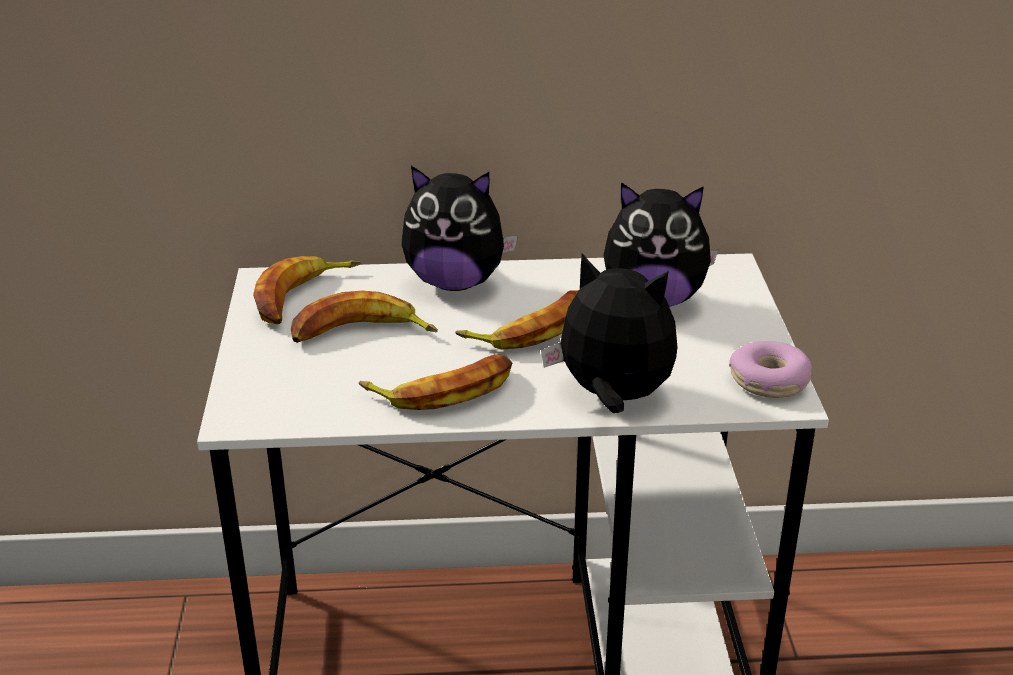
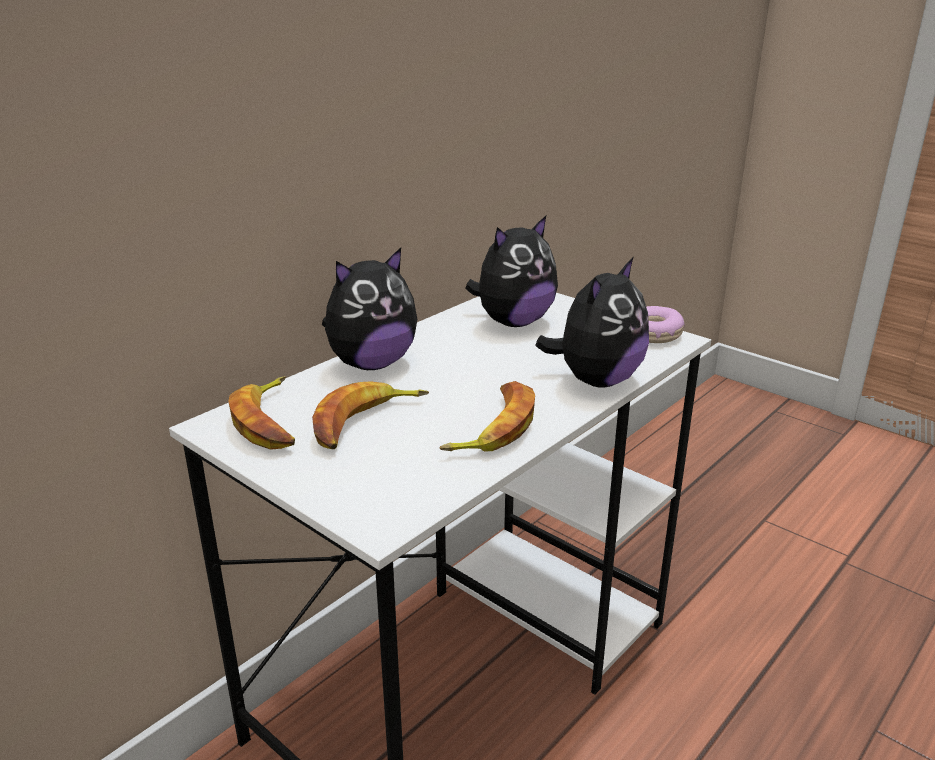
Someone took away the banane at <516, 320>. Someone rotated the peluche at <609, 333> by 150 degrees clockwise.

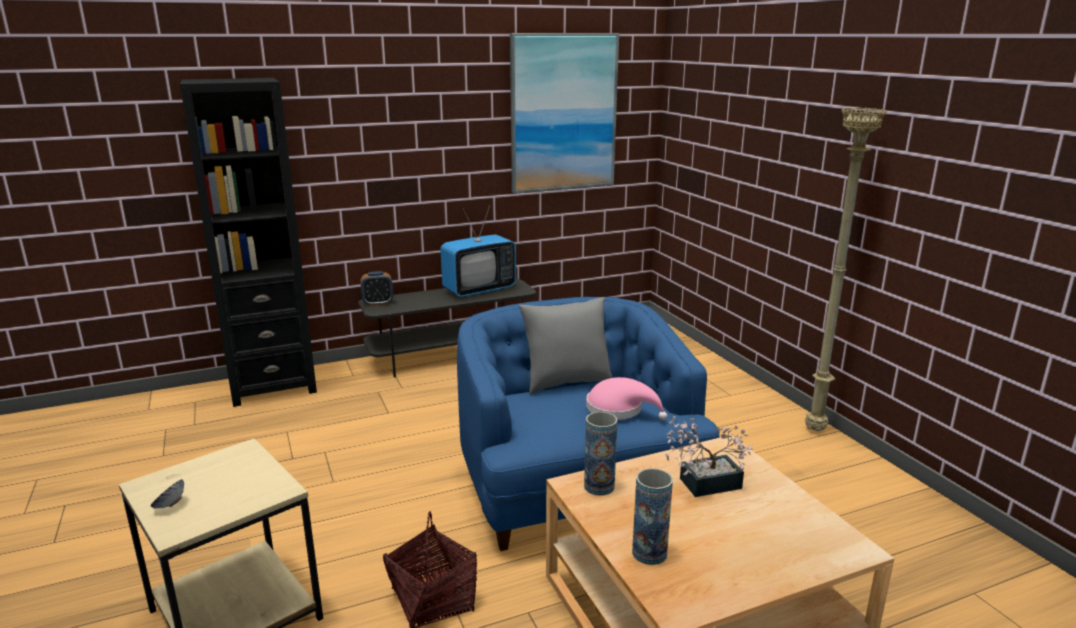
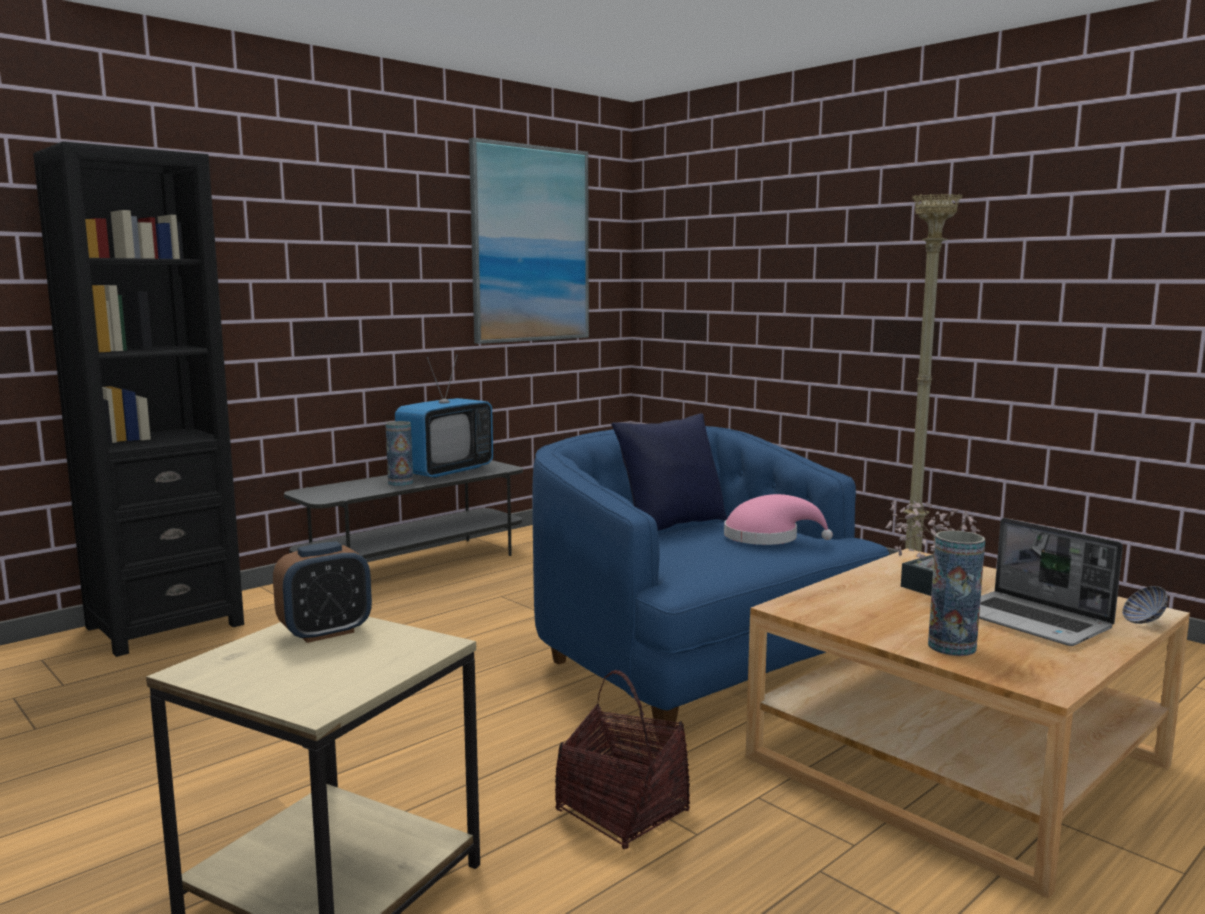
Someone carried the bol from <167, 493> to <1145, 605>. Someone carried the réveil from <376, 288> to <322, 592>. Someone repainted the coussin (gris) at <566, 345>, which became the coussin (bleu) at <669, 472>. Someone carried the vase from <600, 453> to <399, 453>. Someone put down the ordinateur portable at <1051, 582>.

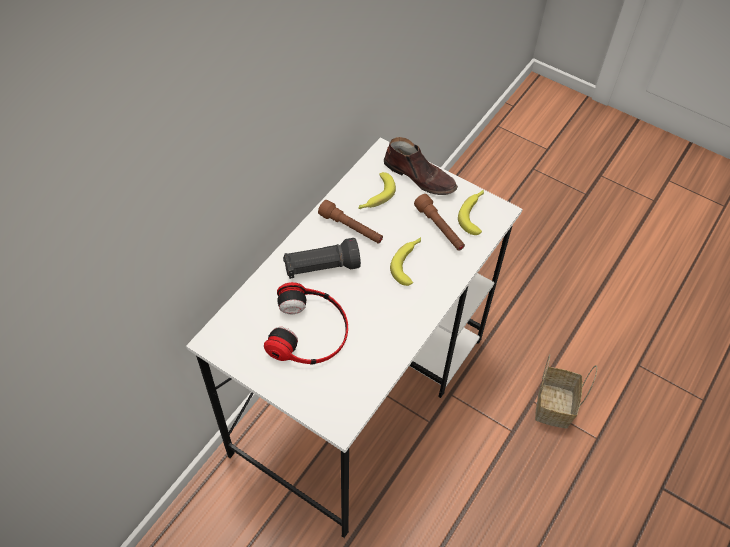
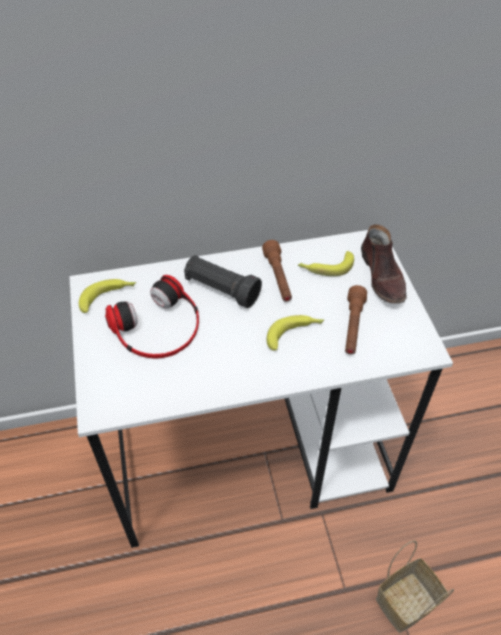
Someone carried the banane from <471, 212> to <107, 296>.

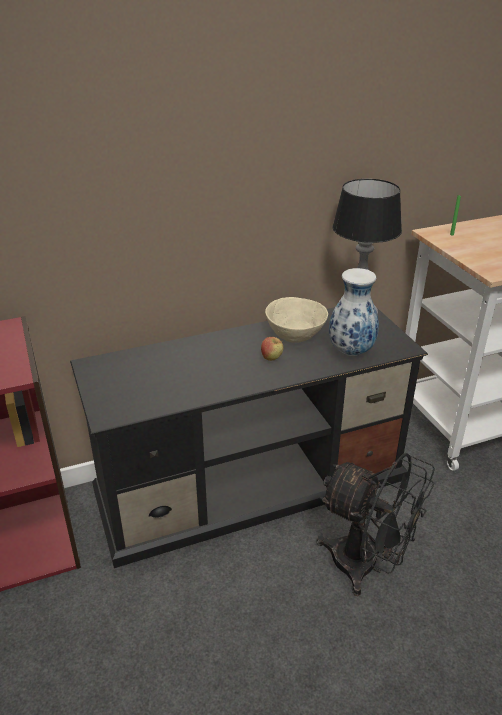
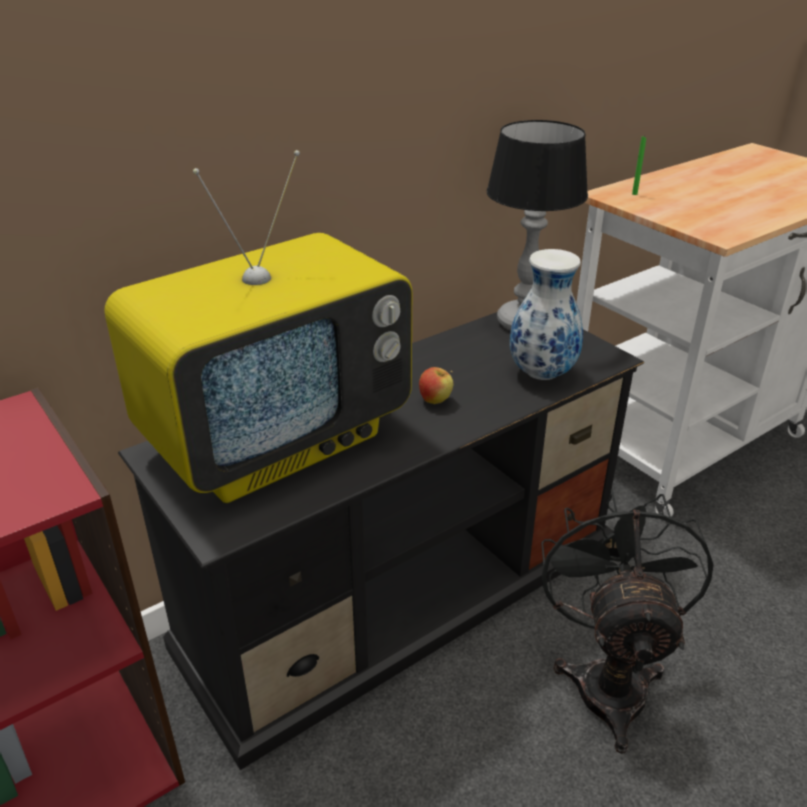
Someone took away the bol (beige) at <296, 320>. Someone rotated the ventilateur (noir) at <376, 524> by 105 degrees counterclockwise. Someone put down the téléviseur at <258, 326>.

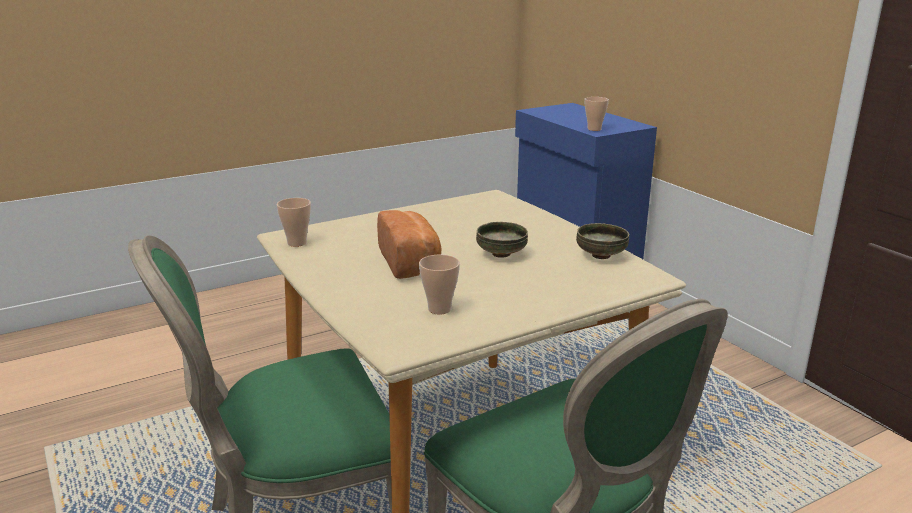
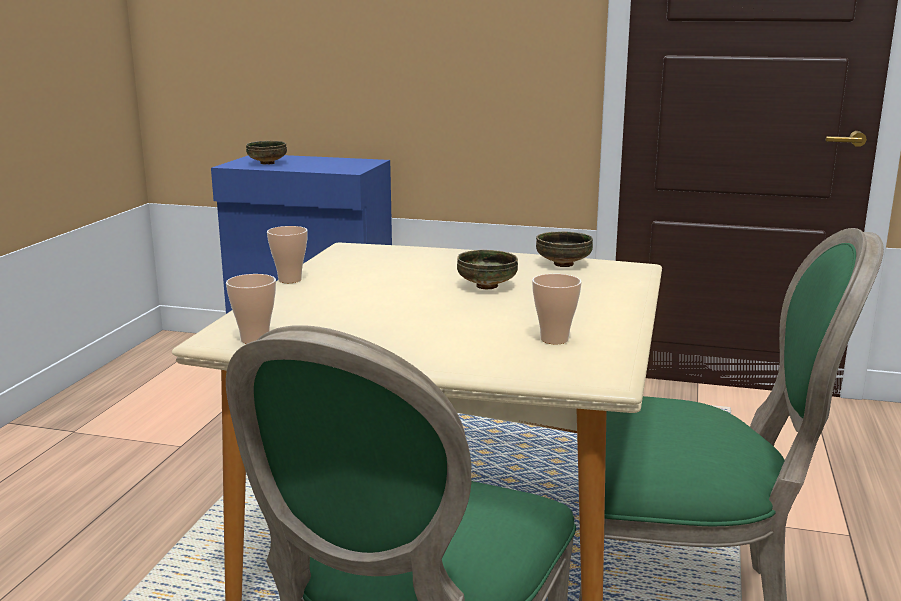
Someone took away the pain at <409, 244>. Someone carried the tasse from <597, 114> to <287, 254>. Someone put down the bol at <266, 153>.

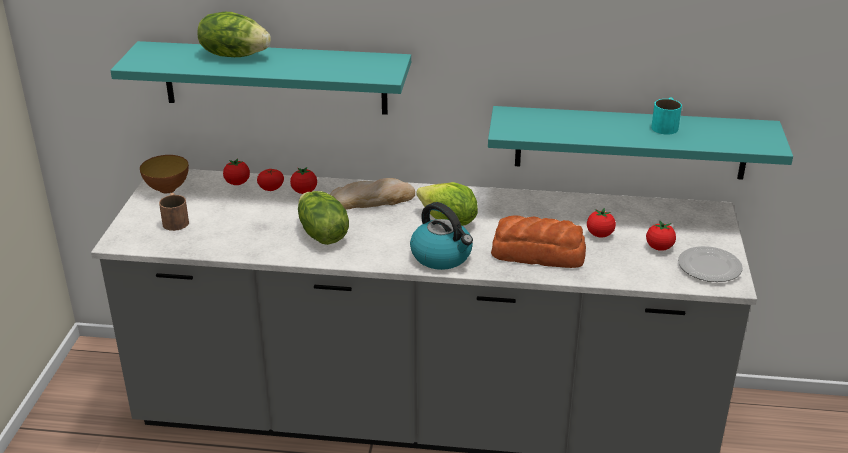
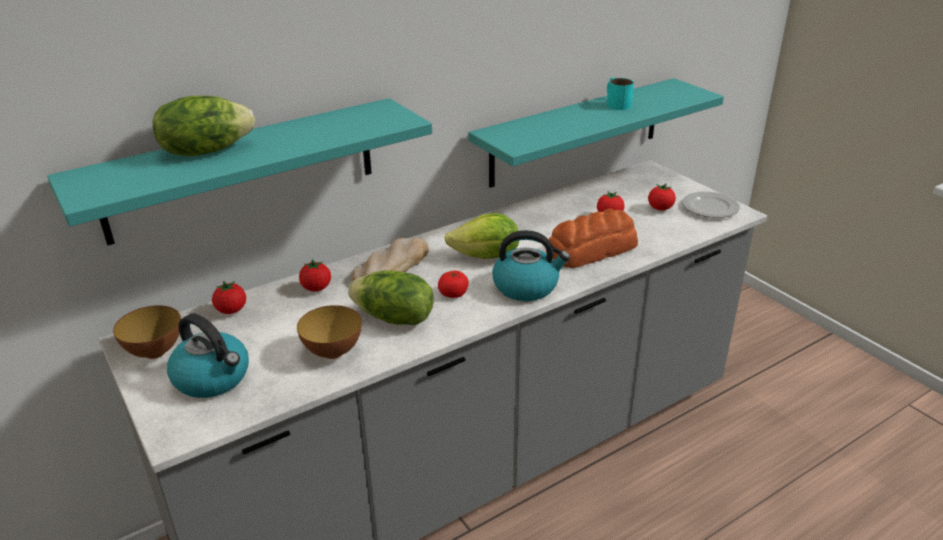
Someone swapped the mug (marron) at <174, 212> for the bouilloire at <208, 355>. Someone carried the tomate from <270, 180> to <453, 284>. Someone put down the bol at <329, 332>.

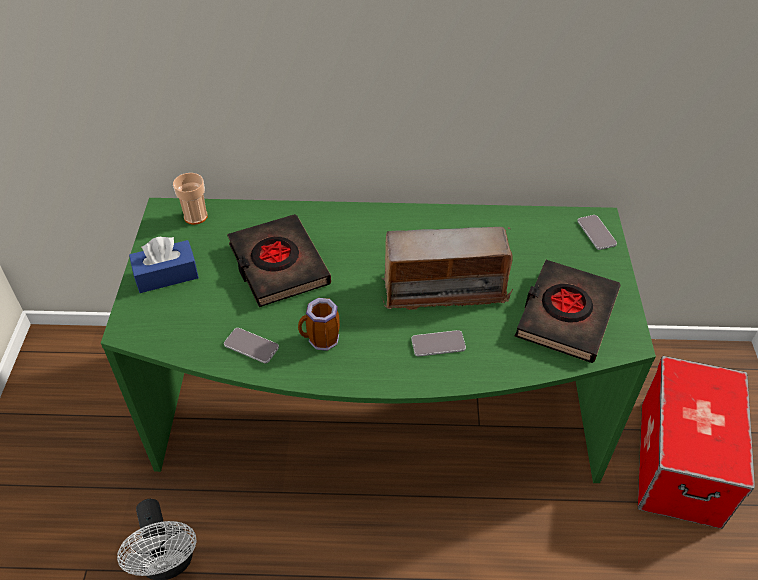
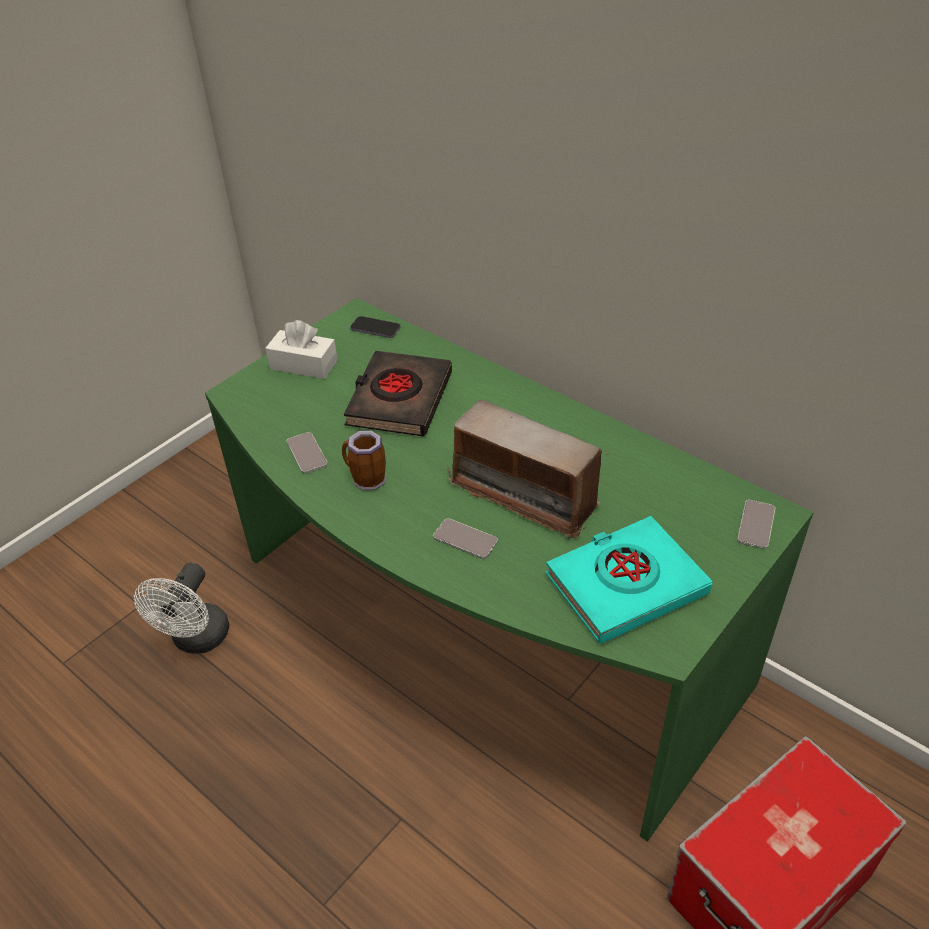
Someone repainted the boîte à mouchoirs (bleu) at <164, 265>, which became the boîte à mouchoirs (blanc) at <302, 349>. Someone swapped the tasse at <190, 199> for the téléphone at <375, 327>. Someone repainted the livre (noir) at <568, 311>, which became the livre (turquoise) at <628, 580>.

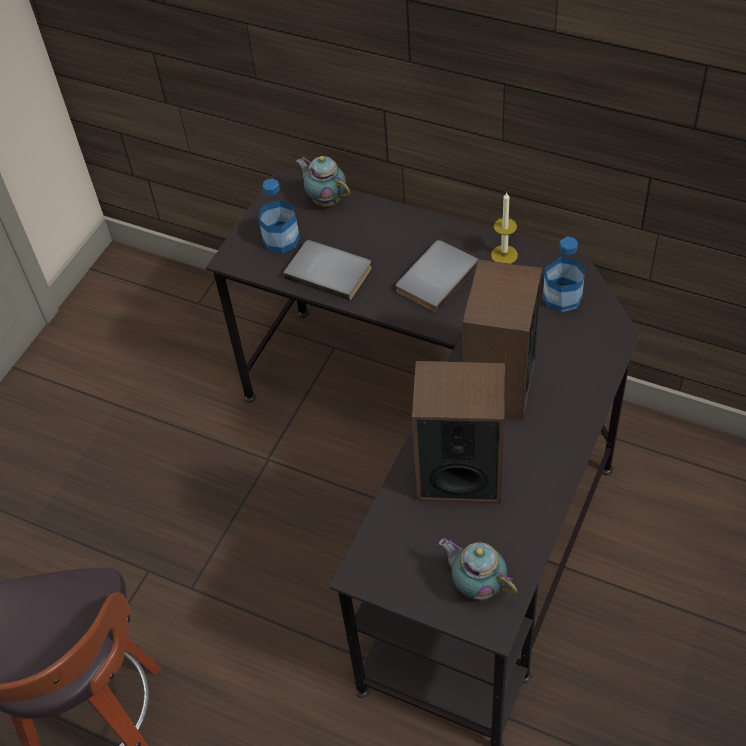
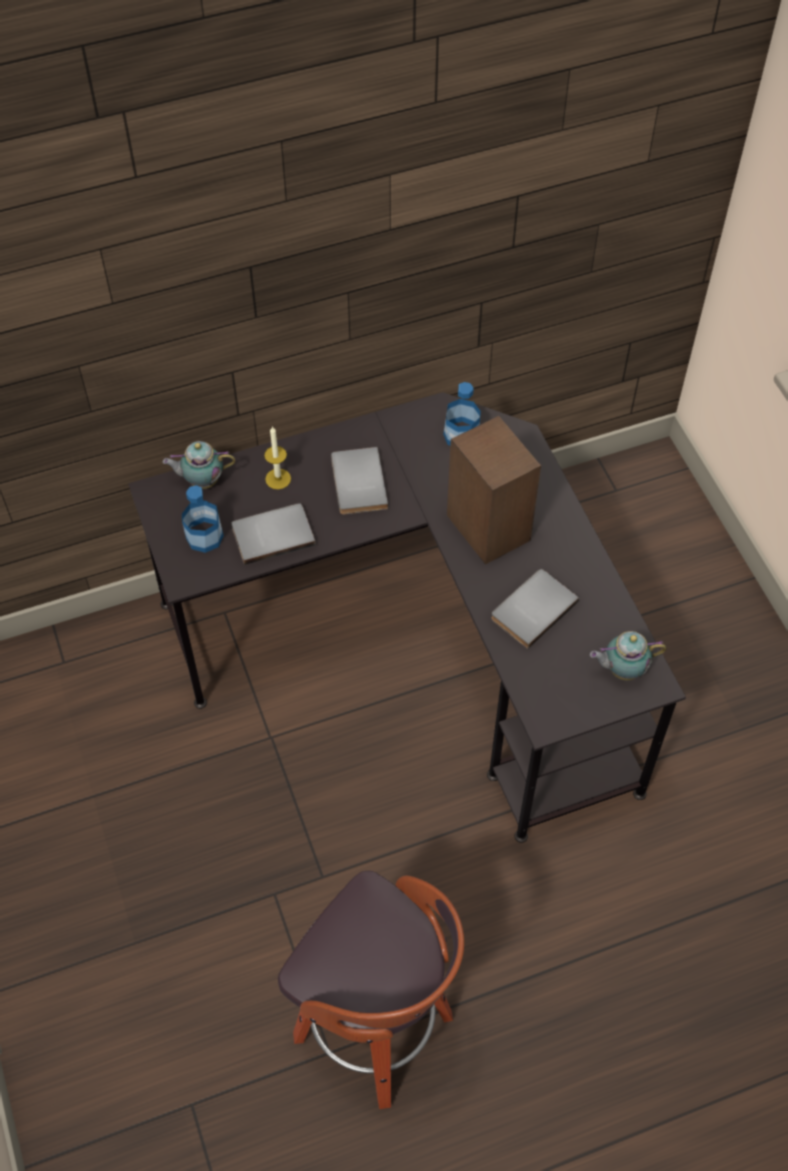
Someone swapped the enceinte at <458, 432> for the livre (gris) at <535, 609>. Someone carried the bougie from <504, 228> to <277, 457>.

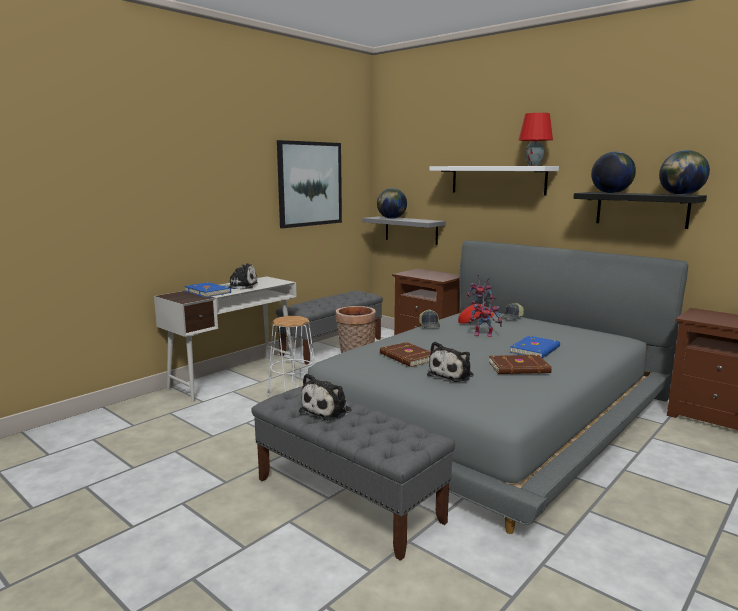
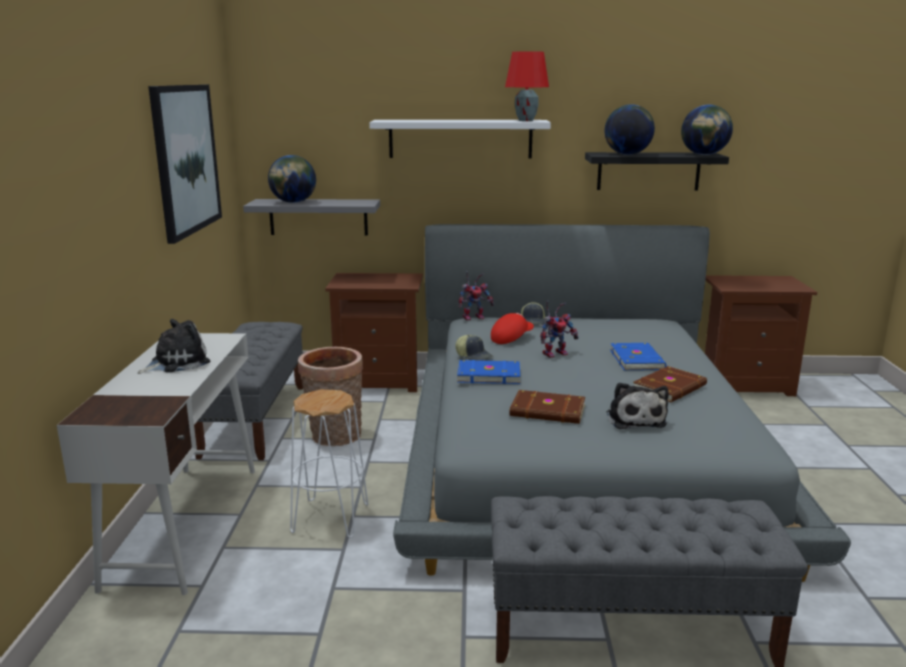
Someone carried the livre (bleu) from <207, 289> to <488, 372>. Someone took away the peluche at <325, 396>.

